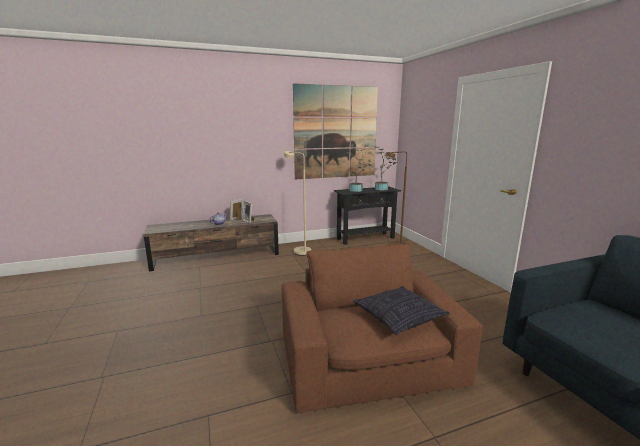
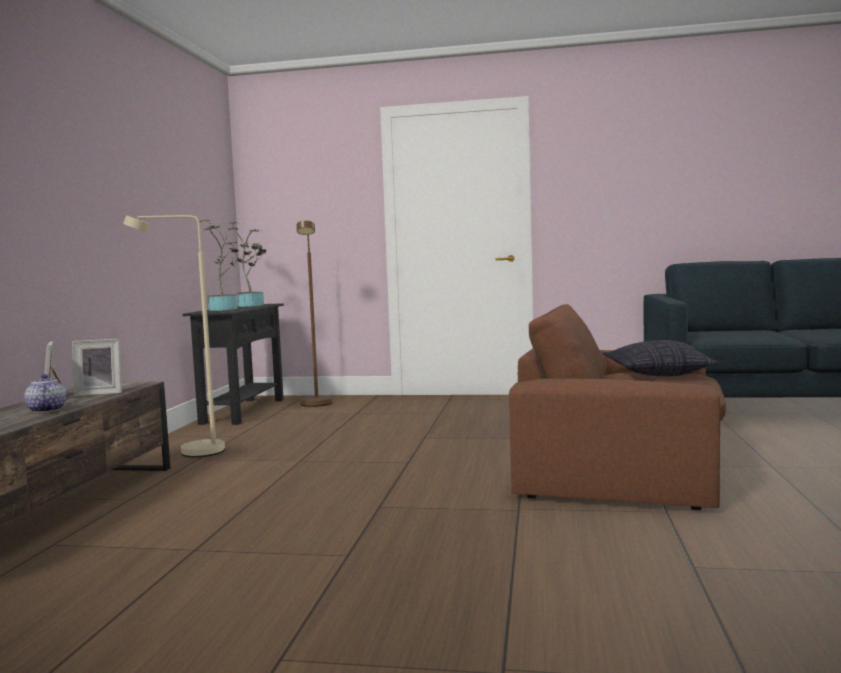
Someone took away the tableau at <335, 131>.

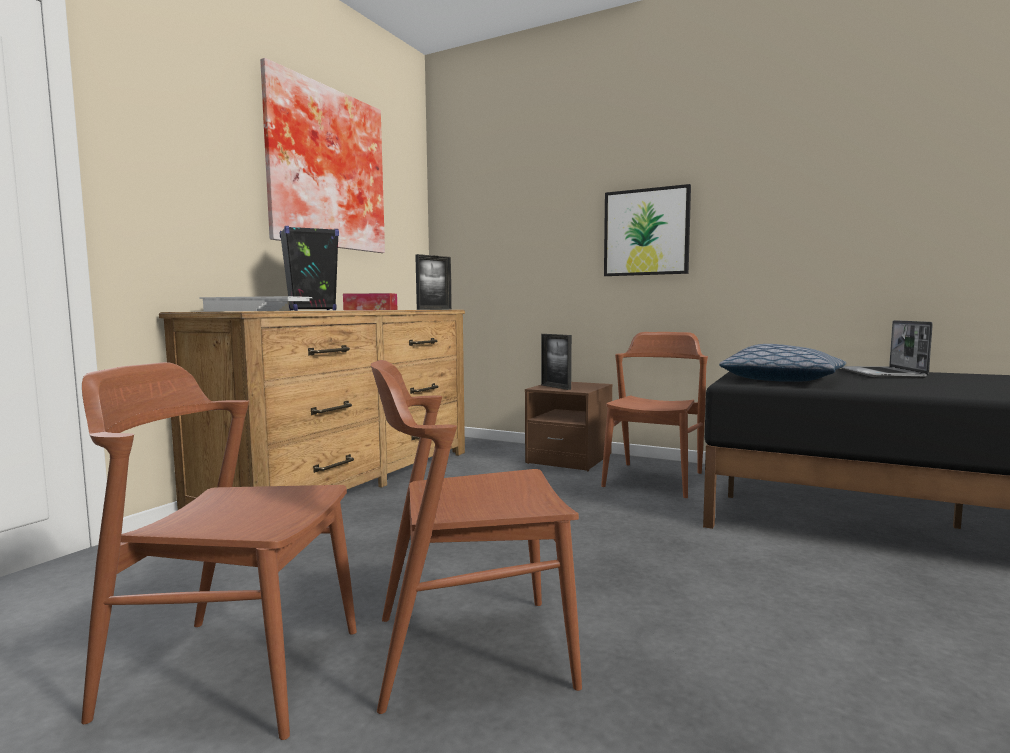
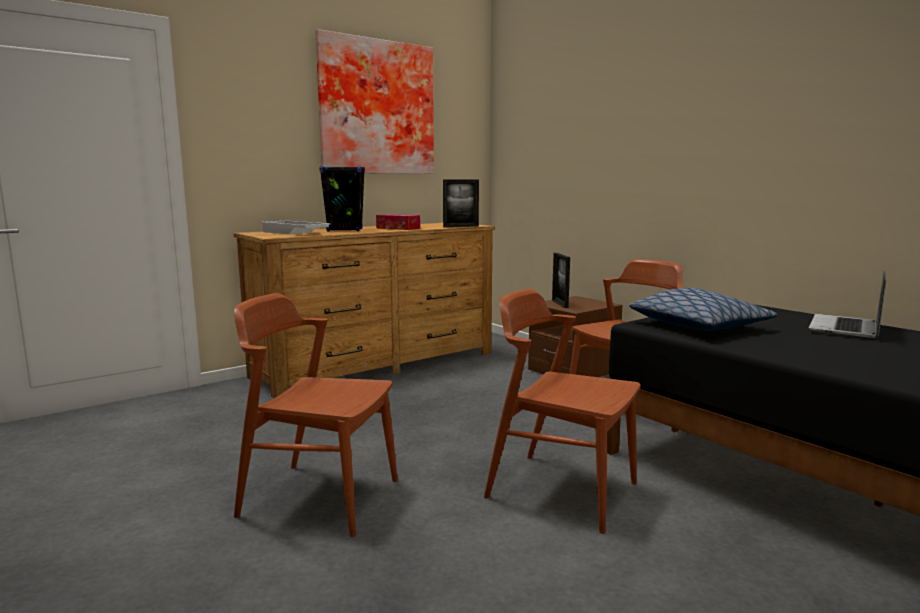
Someone carried the chaise (marron) from <219, 551> to <562, 411>. Someone took away the tableau at <647, 230>.

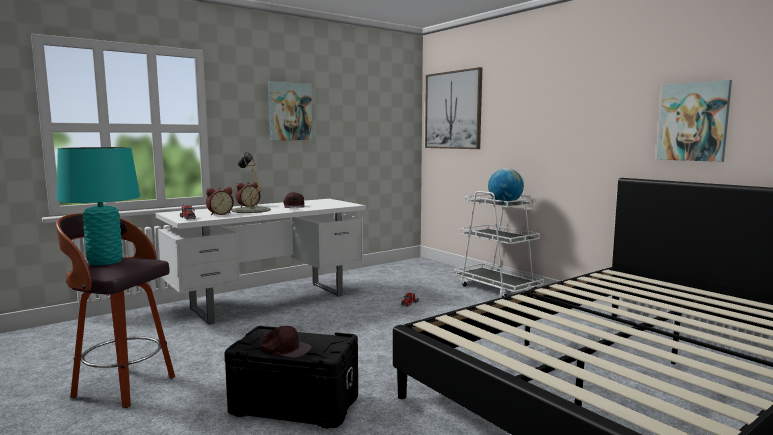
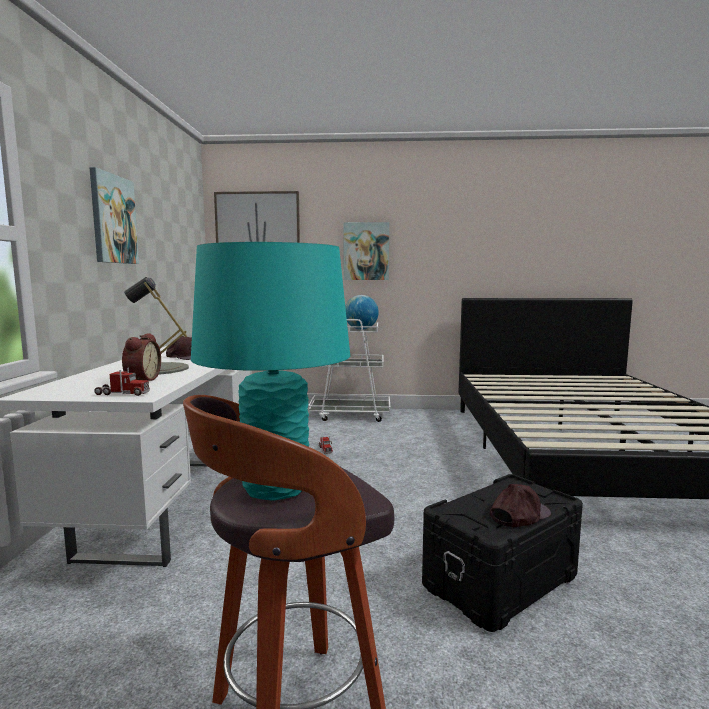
Someone took away the réveil at <248, 194>. Someone carried the tableau from <694, 121> to <366, 251>.

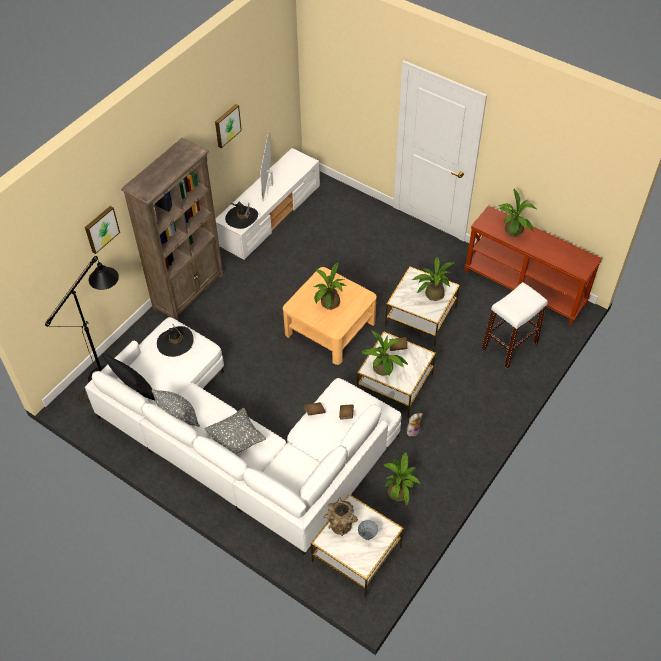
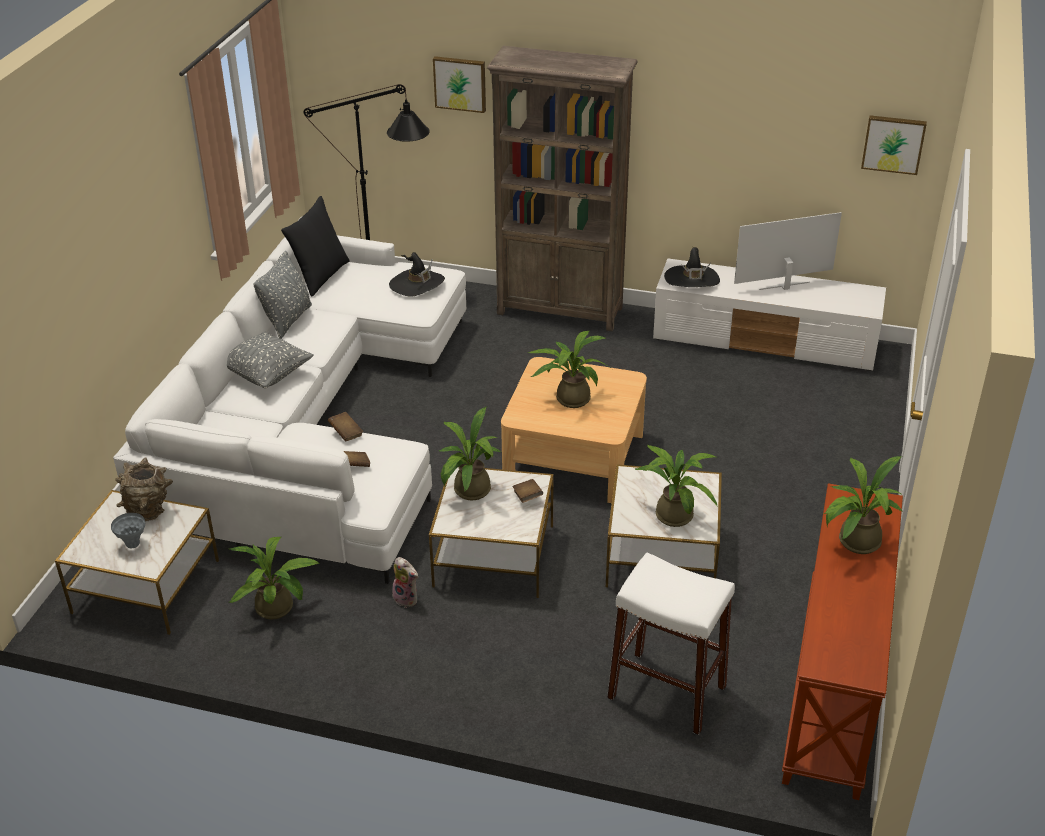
Someone carried the tableau from <228, 126> to <894, 145>.

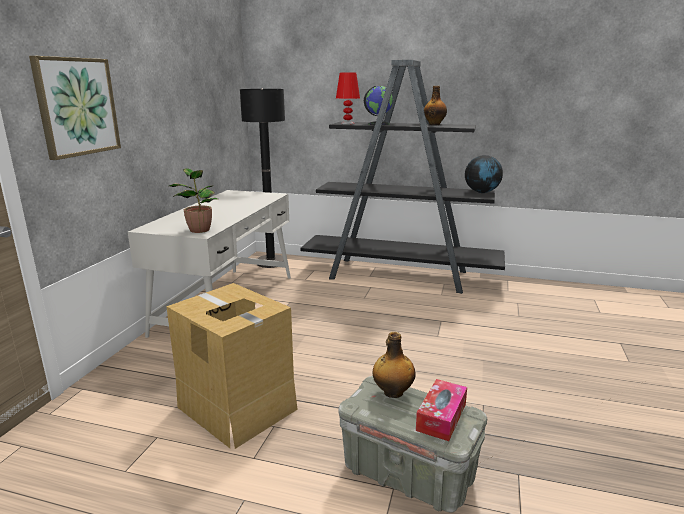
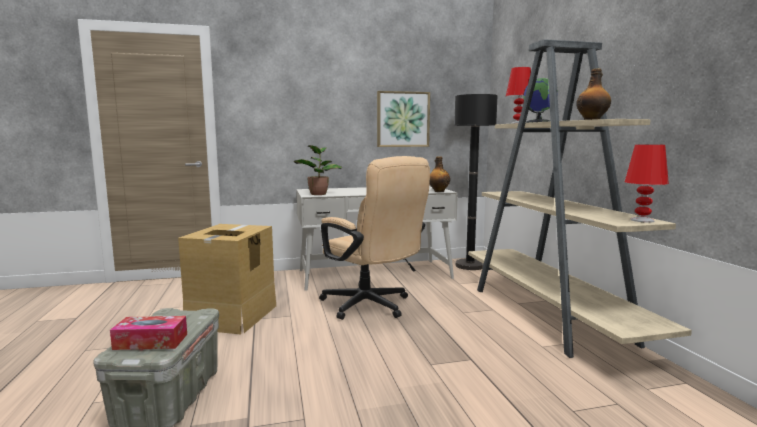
Someone carried the tableau from <75, 108> to <403, 119>. Someone repainted the bibliothèque (noir) at <402, 177>, which became the bibliothèque (beige) at <580, 198>. Someone carried the bouteille from <394, 365> to <439, 174>. Someone swapped the globe at <484, 174> for the lampe de table (rouge) at <647, 183>. Someone put down the chaise de bureau (beige) at <374, 238>.

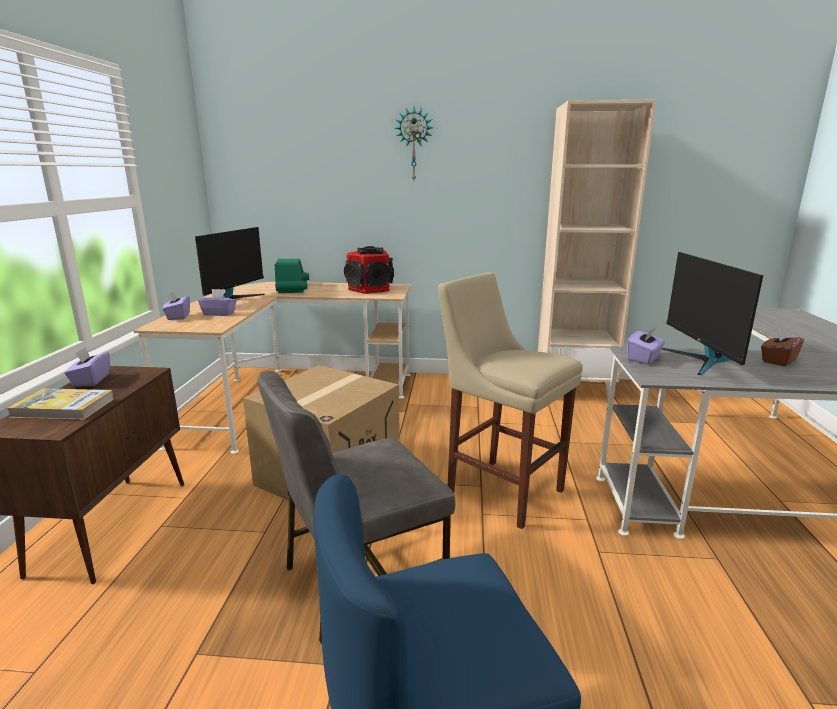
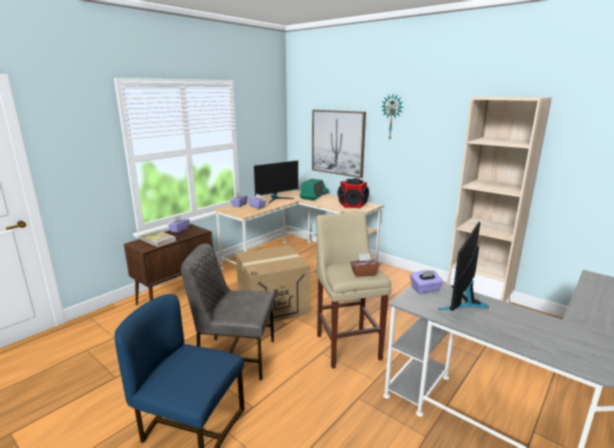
Someone carried the boîte à mouchoirs (marron) from <782, 347> to <365, 265>. Someone put up the tableau at <339, 144>.

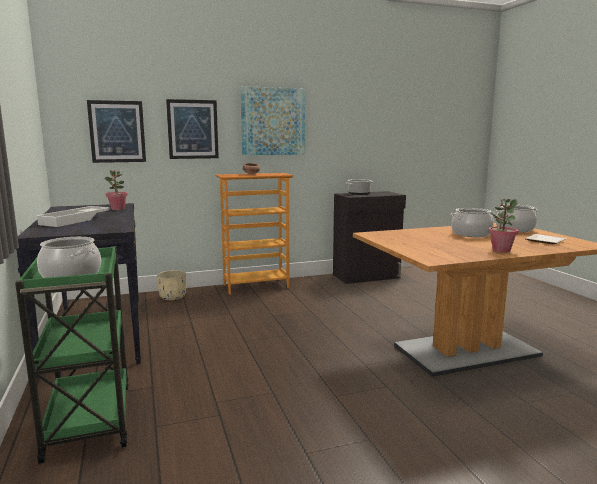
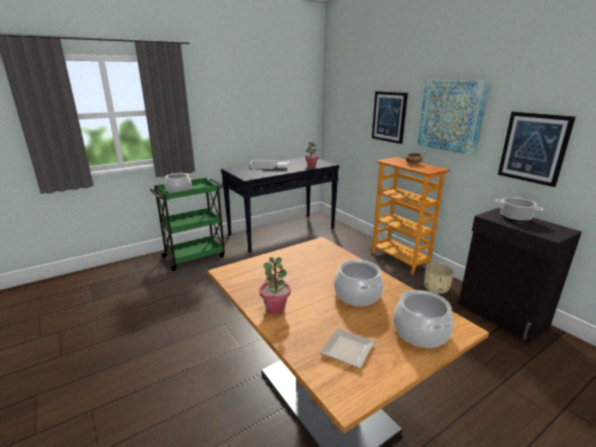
Someone carried the tableau from <116, 131> to <537, 149>. Someone carried the cache-pot (beige) from <171, 285> to <439, 278>.

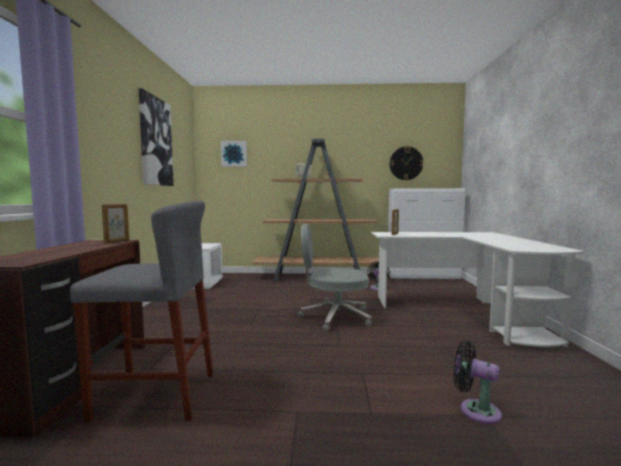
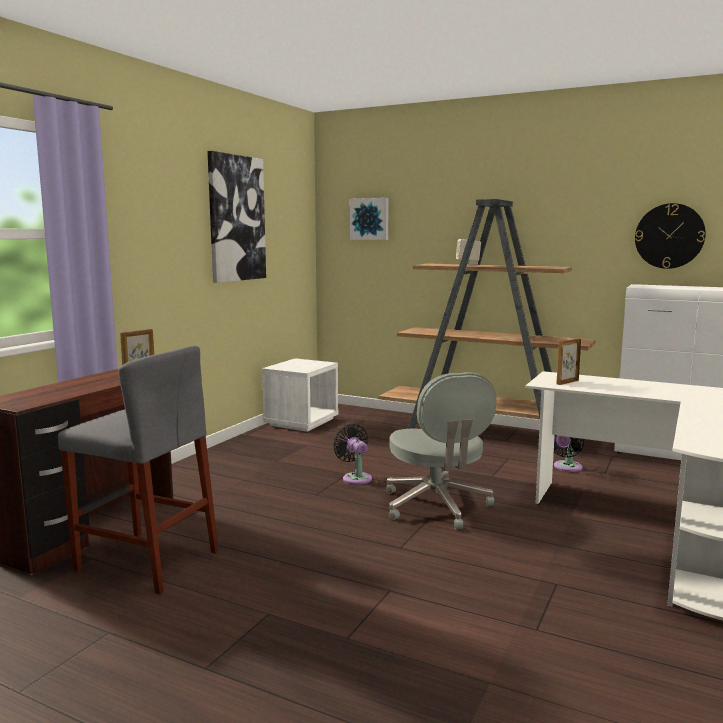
Someone rotated the chaise de bureau (gris) at <334, 278> by 135 degrees counterclockwise. Someone carried the ventilateur (noir) from <478, 382> to <352, 454>.

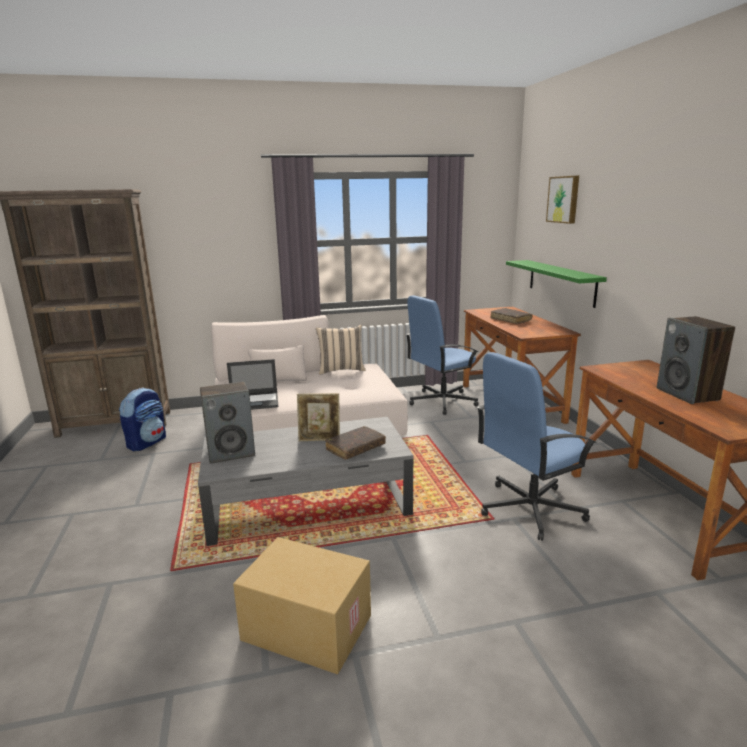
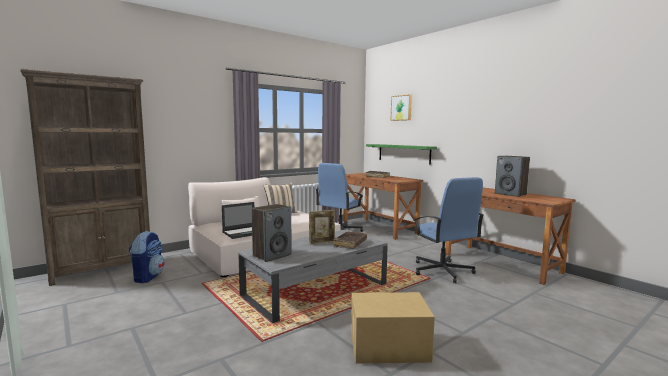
Someone rotated the chaise de bureau (bleu) at <537, 446> by 60 degrees counterclockwise.

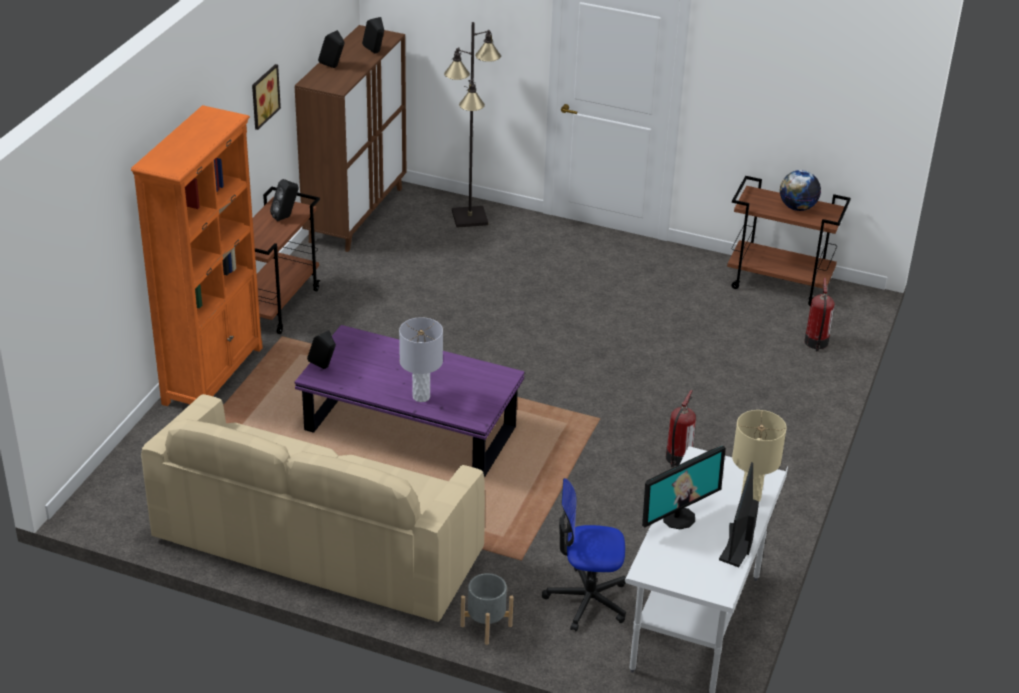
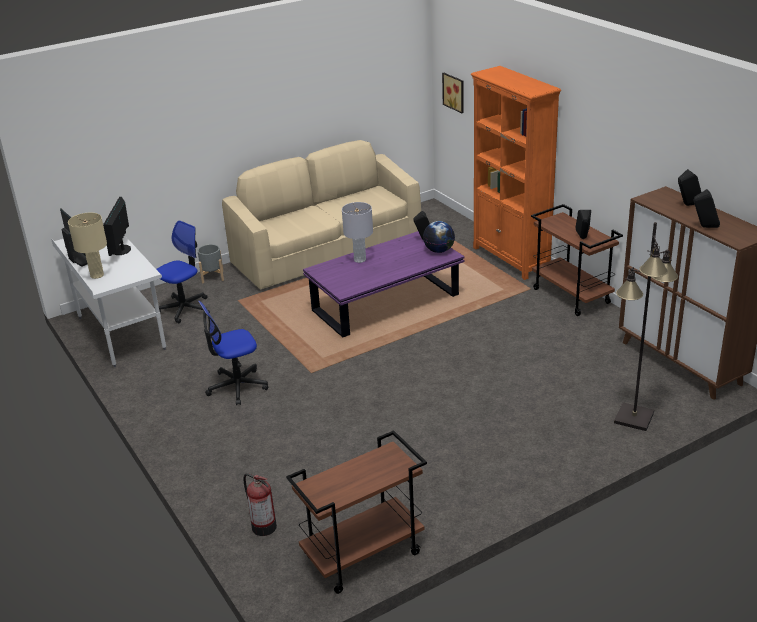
Someone carried the tableau from <266, 97> to <453, 93>. Someone swapped the extincteur at <681, 429> for the chaise de bureau at <233, 353>. Someone carried the globe from <800, 190> to <439, 237>.

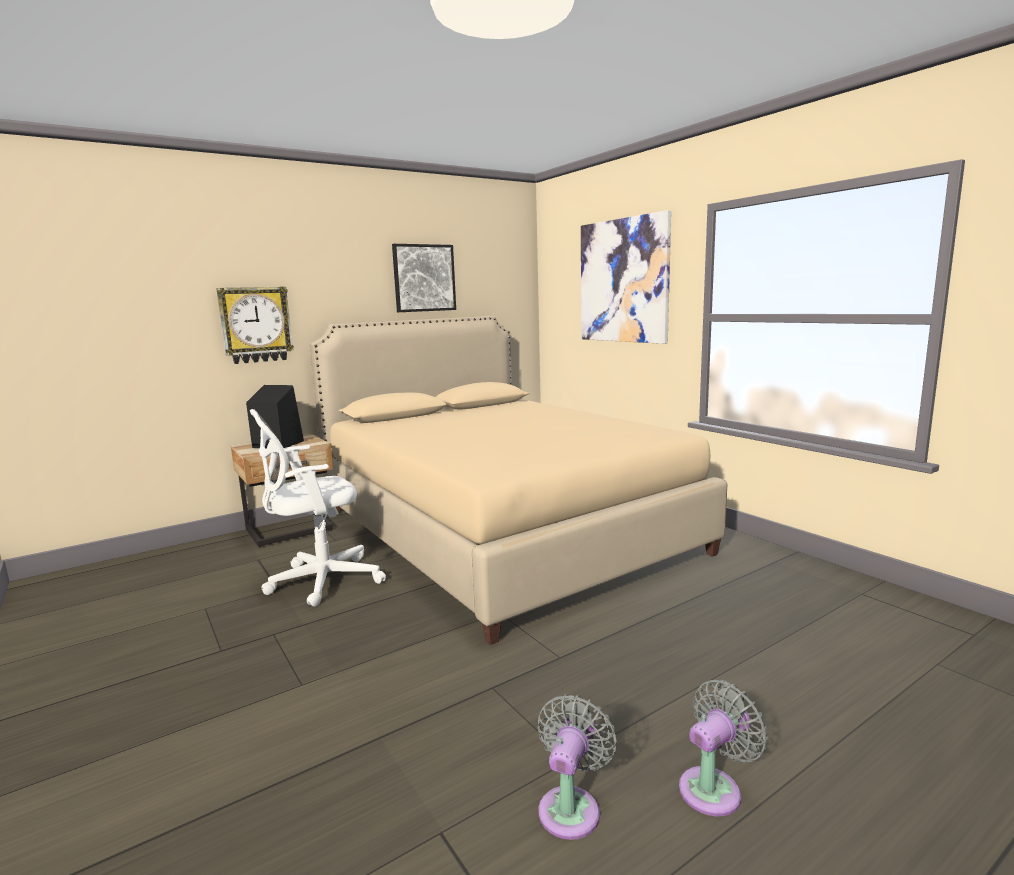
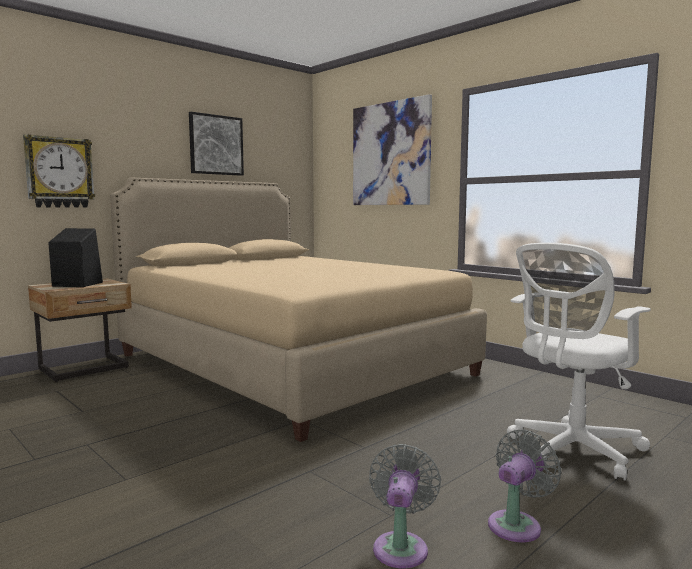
Someone carried the chaise de bureau (blanc) from <318, 508> to <579, 362>.

